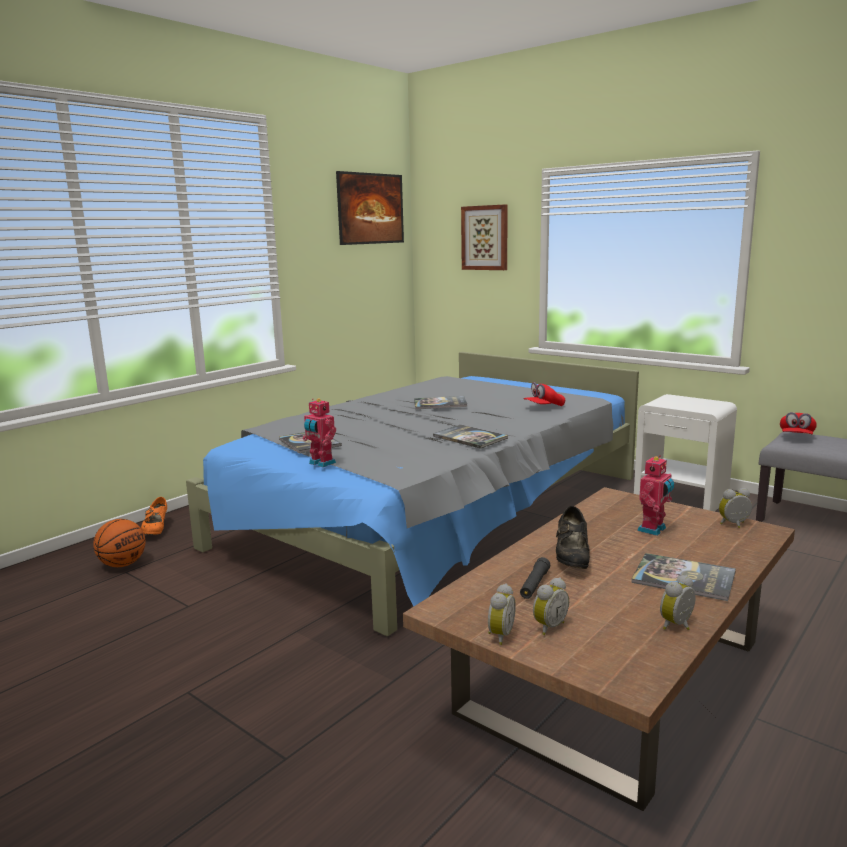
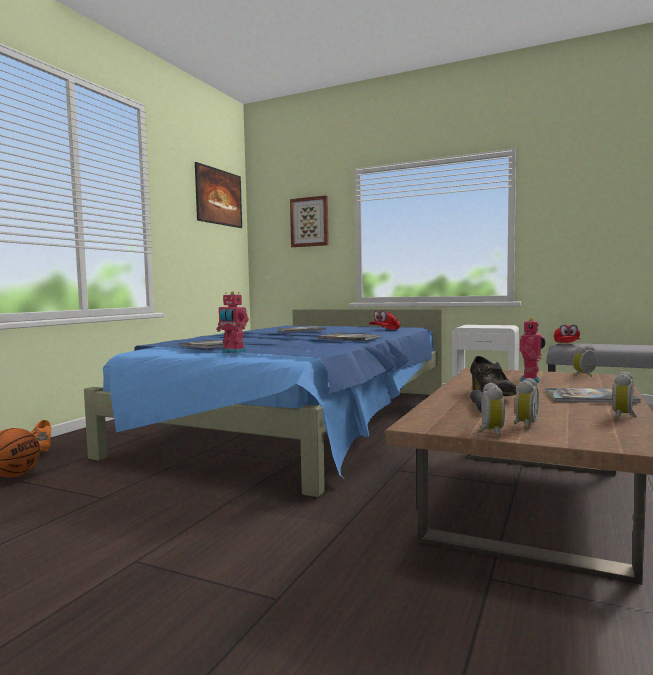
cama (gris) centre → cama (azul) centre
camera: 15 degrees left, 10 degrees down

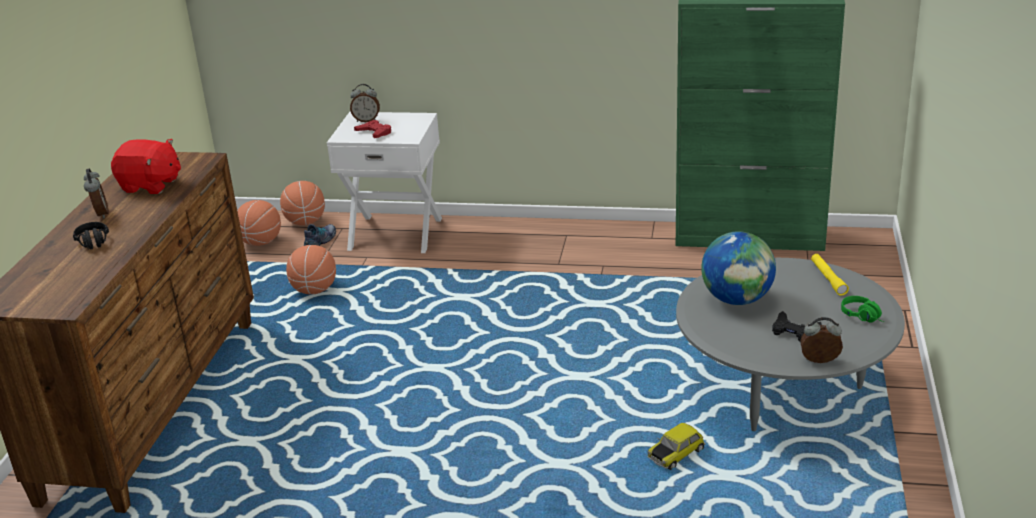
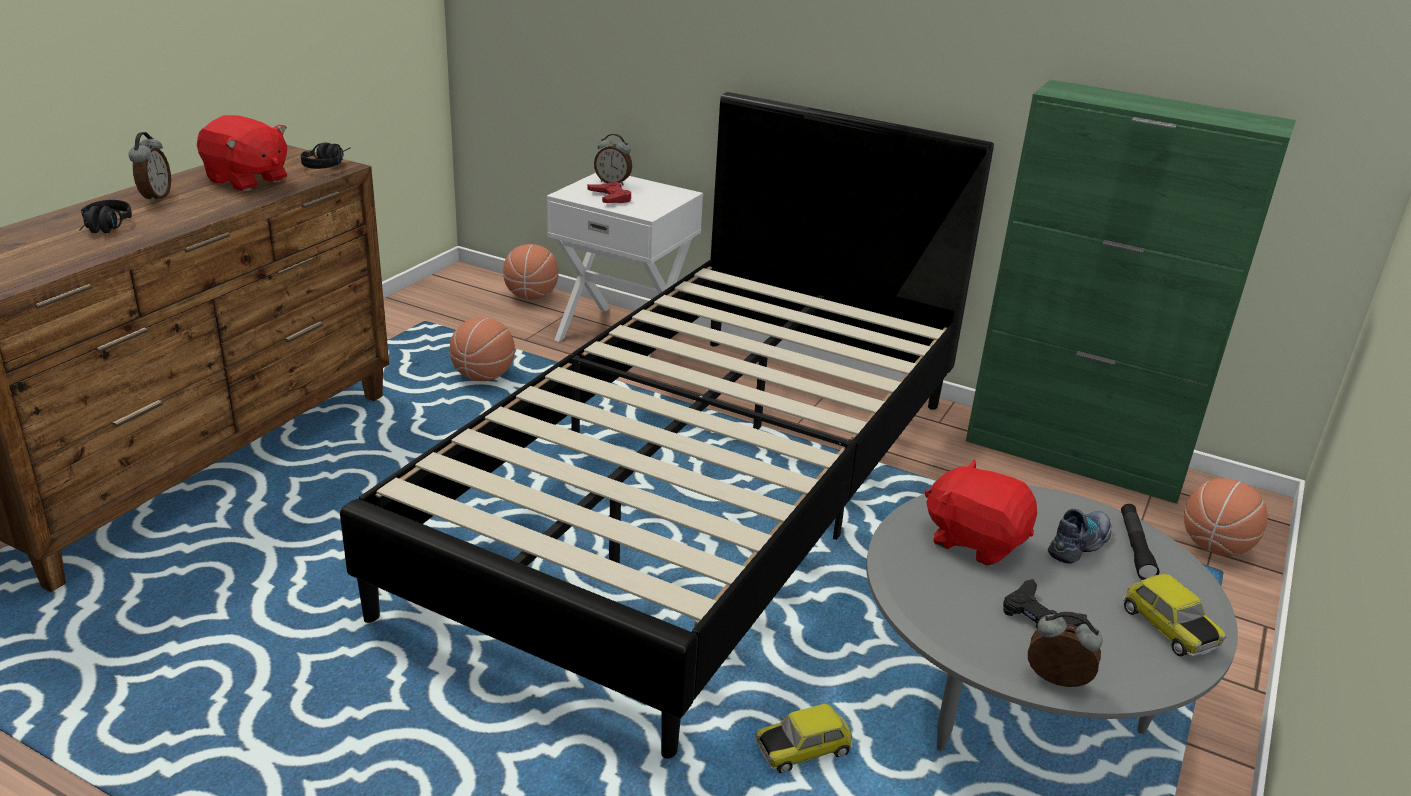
- → auriculares (negro) (2nd from left) top left
- → cama (negro) centre
balón de baloncesto (1st from left in the first image) middle left → balón de baloncesto (3rd from left) middle right, move
zapato middle left → zapato bottom right, move
globo terráqueo middle right → peluche (rojo) (2nd from left) middle right
auriculares (verde) middle right → coche de juguete (2nd from left) bottom right
linterna (amarillo) middle right → linterna (negro) bottom right
camera: 15 degrees right, 0 degrees up

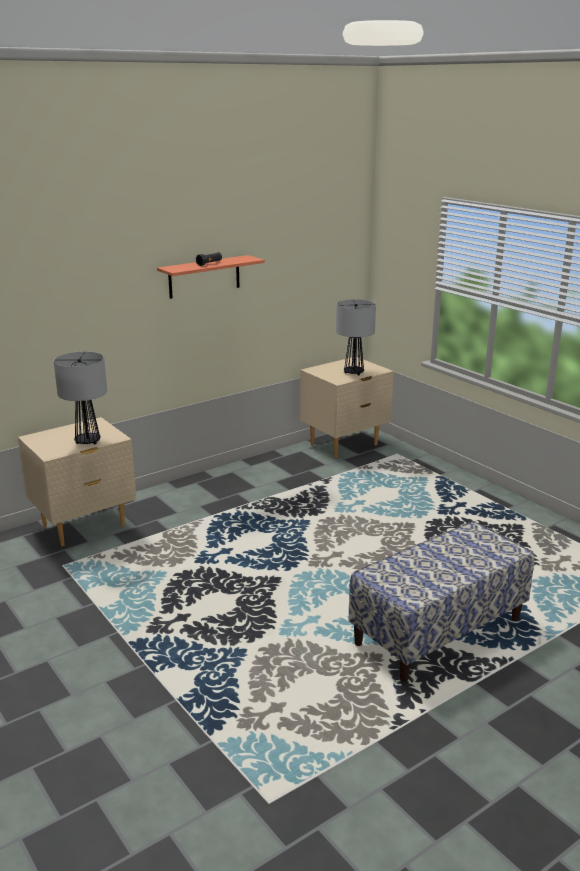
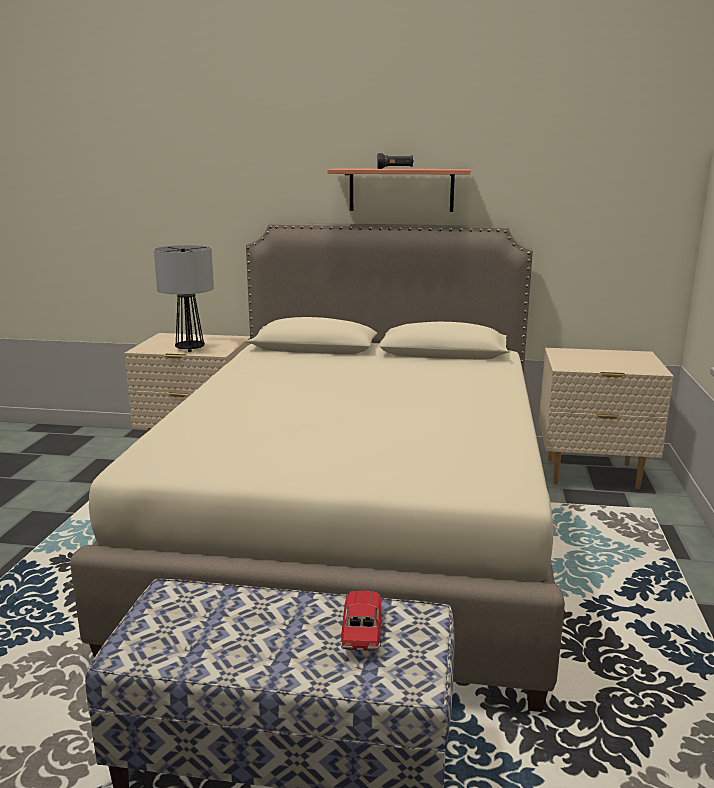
lámpara de mesa (2nd from left) centre → -
- → cama (beis) centre
- → coche de juguete bottom centre
camera: 45 degrees right, 5 degrees down

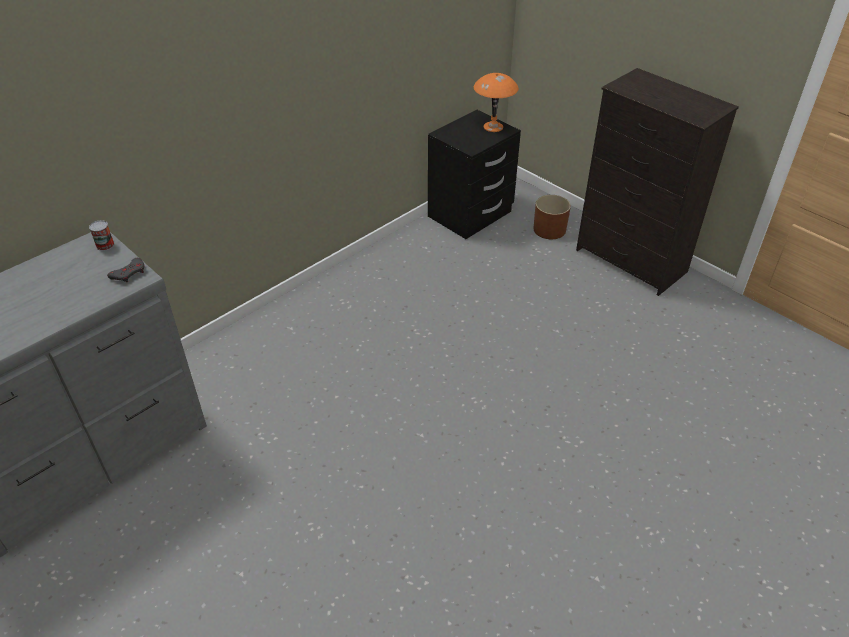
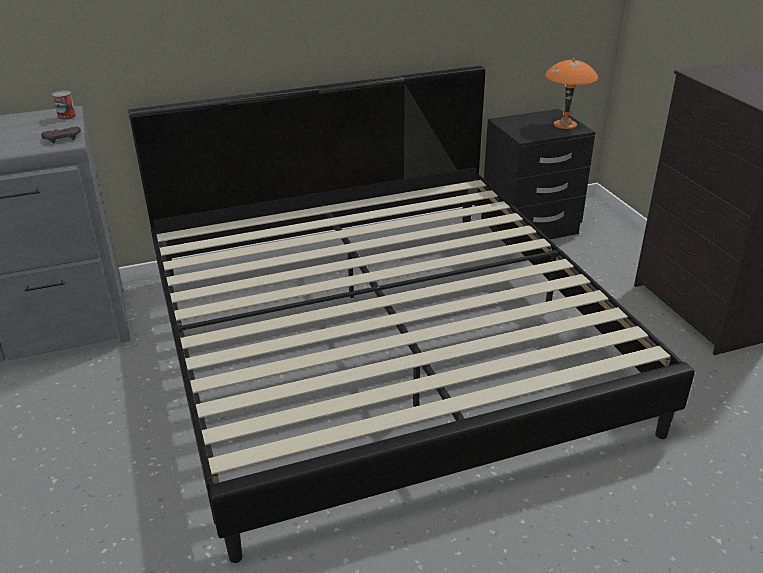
maceta (marrón) centre → -
- → cama centre
camera: 25 degrees right, 10 degrees down

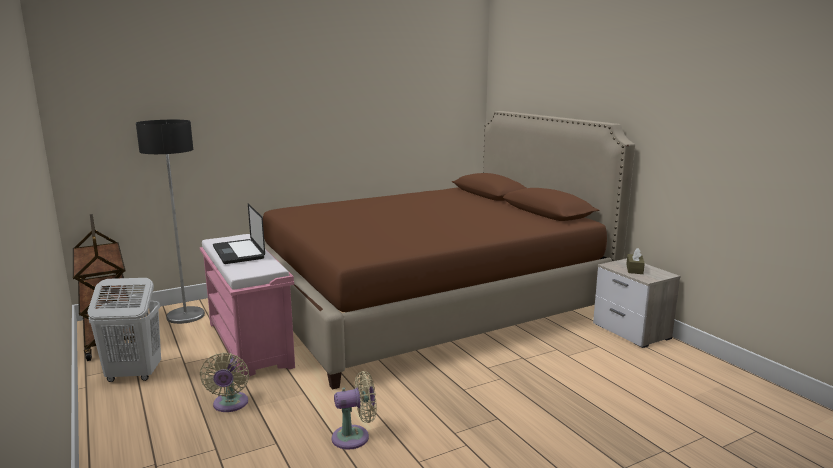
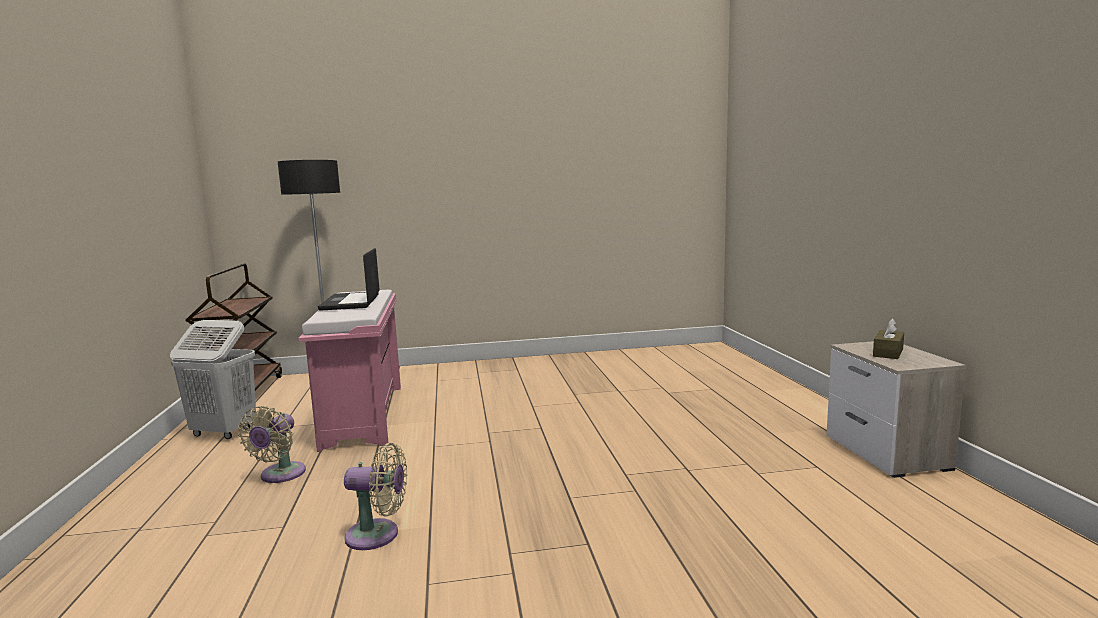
cama (marrón) centre → -
camera: 20 degrees right, 5 degrees down

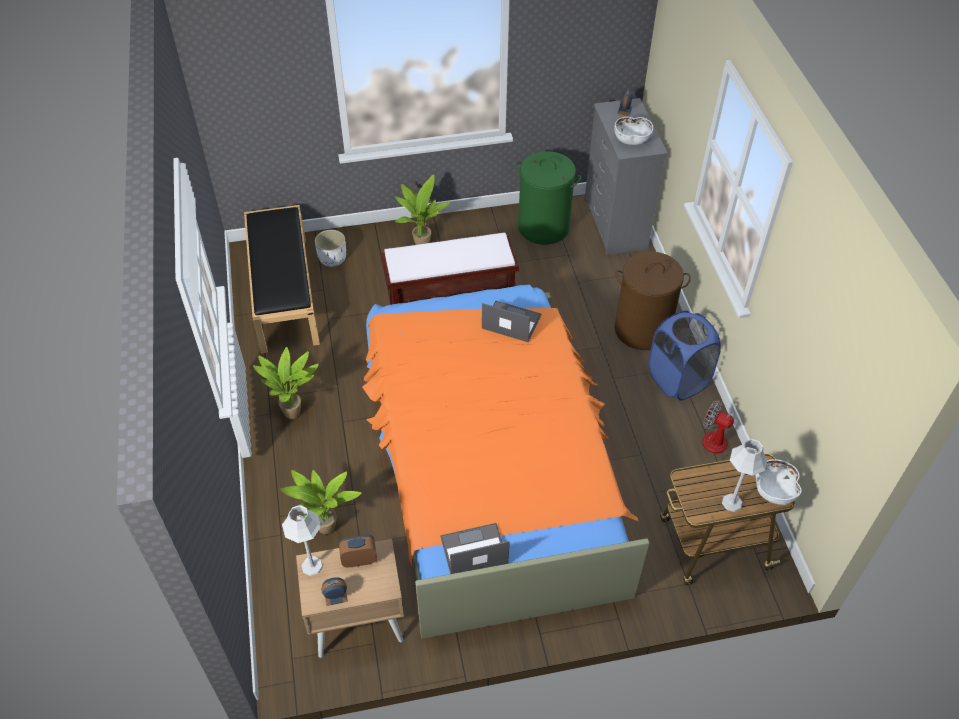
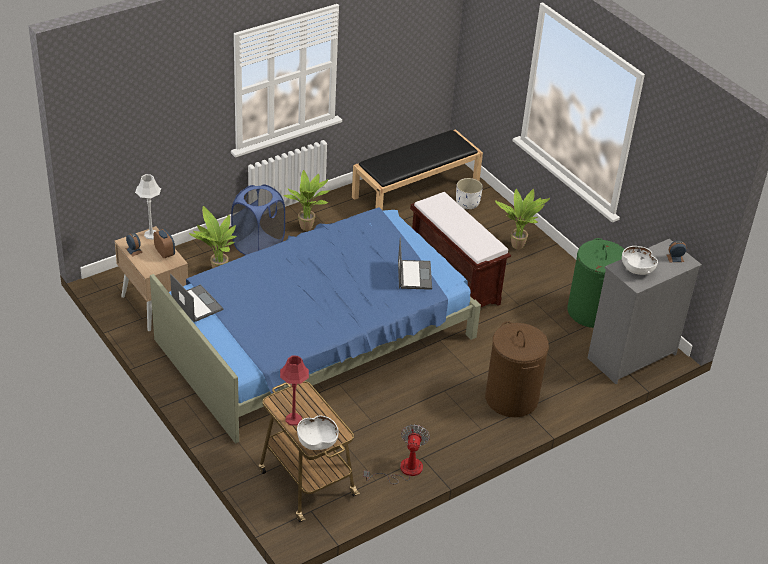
cesto de la ropa (azul) middle right → cesto de la ropa (azul) centre, move
cama (naranja) centre → cama (azul) centre
lámpara de mesa (gris) (2nd from left) middle right → lámpara de mesa (rojo) bottom centre
camera: 65 degrees right, 10 degrees down

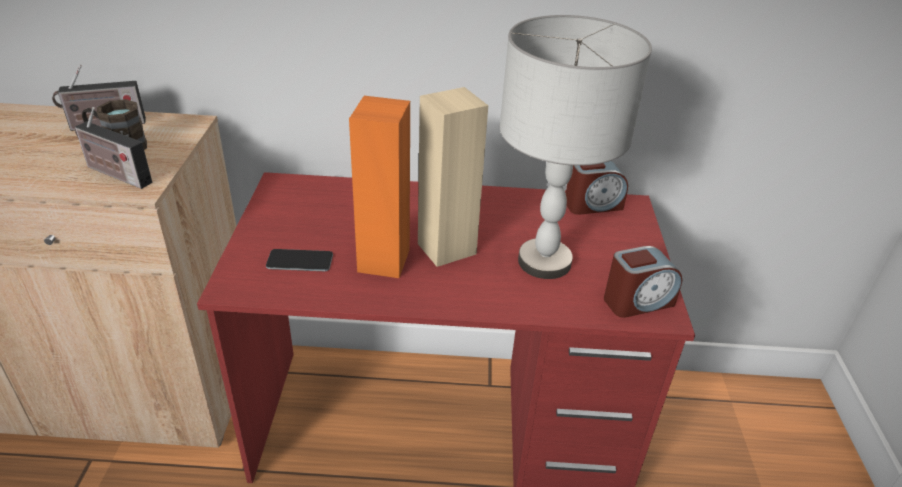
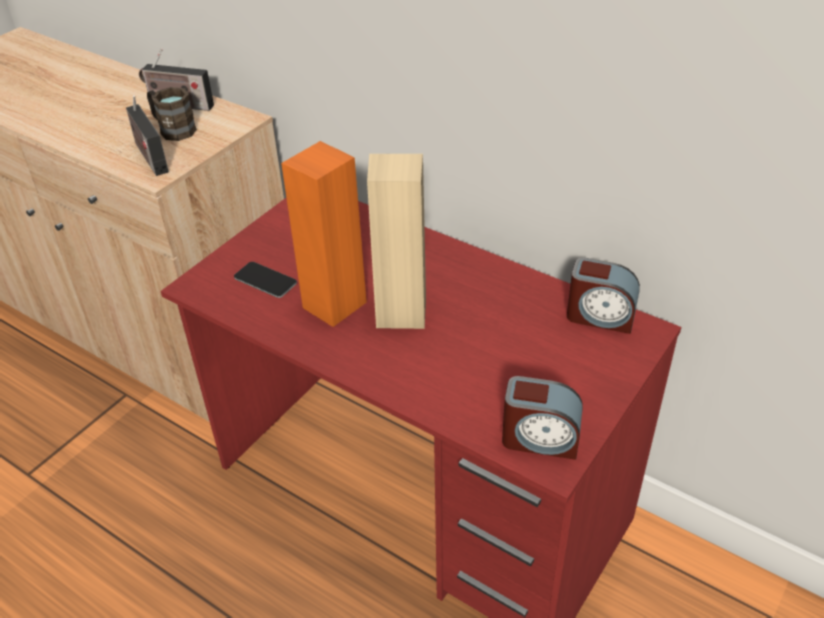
lámpara de mesa (gris) top centre → -
camera: 35 degrees right, 5 degrees up

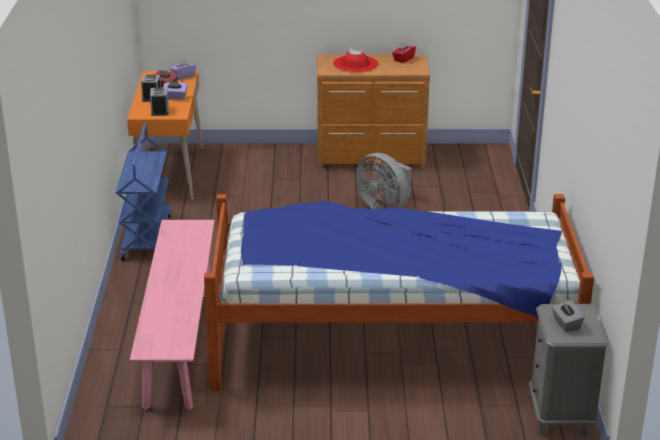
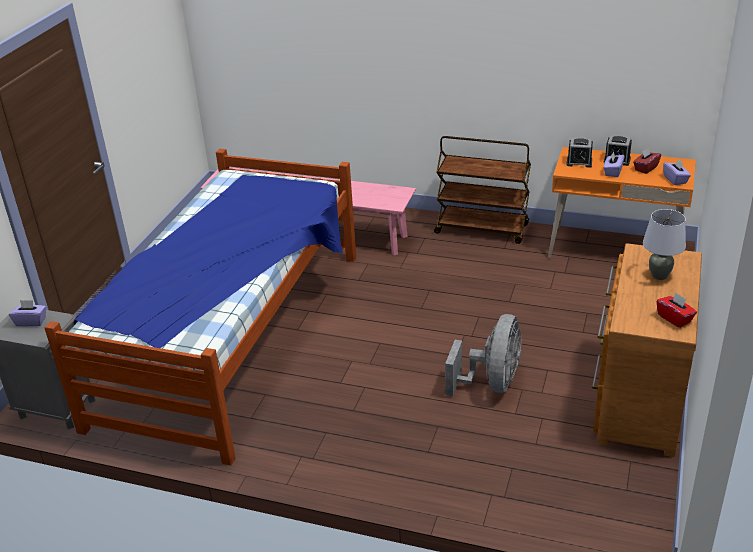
sombrero (rojo) top centre → lámpara de mesa (gris) middle right
carrito (azul) middle left → carrito (marrón) centre
caja de pañuelos (gris) bottom right → caja de pañuelos (morado) (1st from left) middle left
ventilador (gris) centre, 135 degrees clockwise
camera: 110 degrees right, 5 degrees up

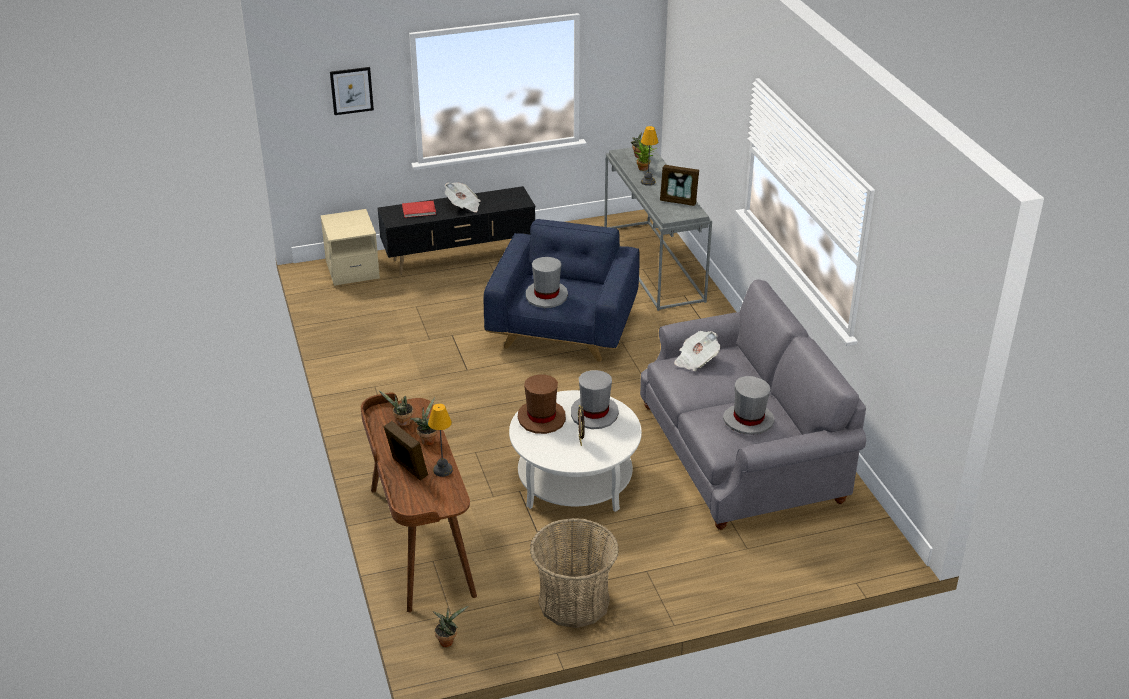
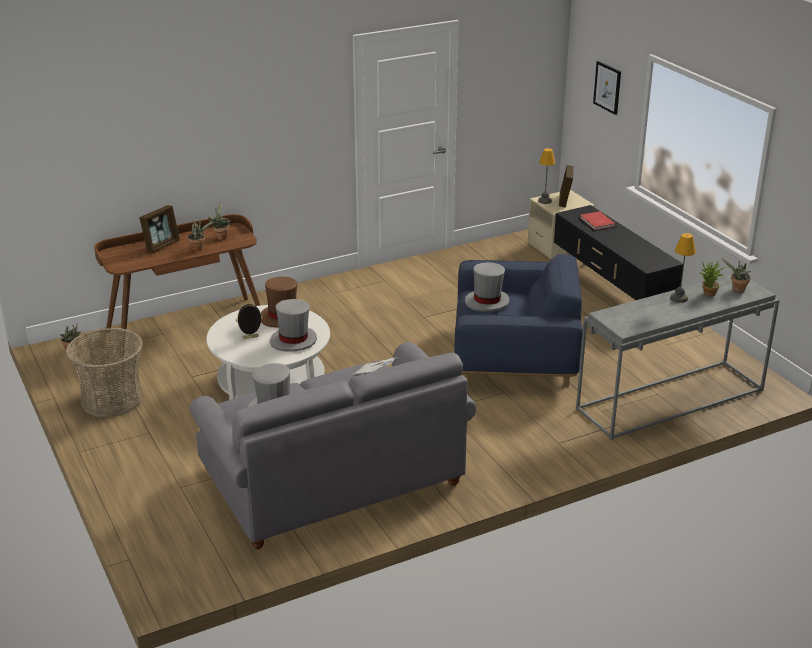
periódico (1st from left) top centre → -
lámpara de mesa (1st from left) centre → lámpara de mesa (1st from left) top right, move
portarretratos (3rd from left) top centre → portarretratos (3rd from left) top right, move
camera: 80 degrees right, 5 degrees down

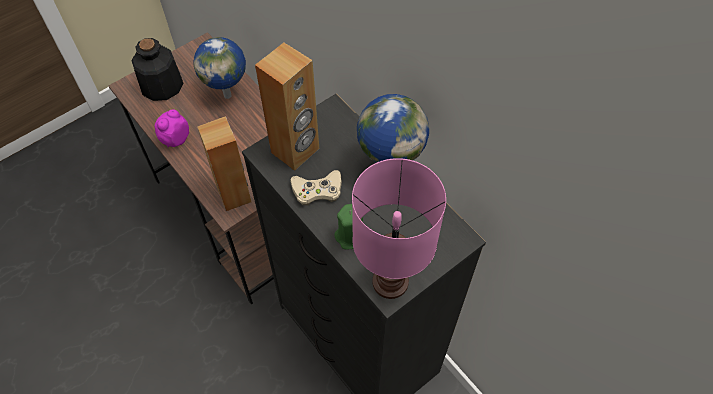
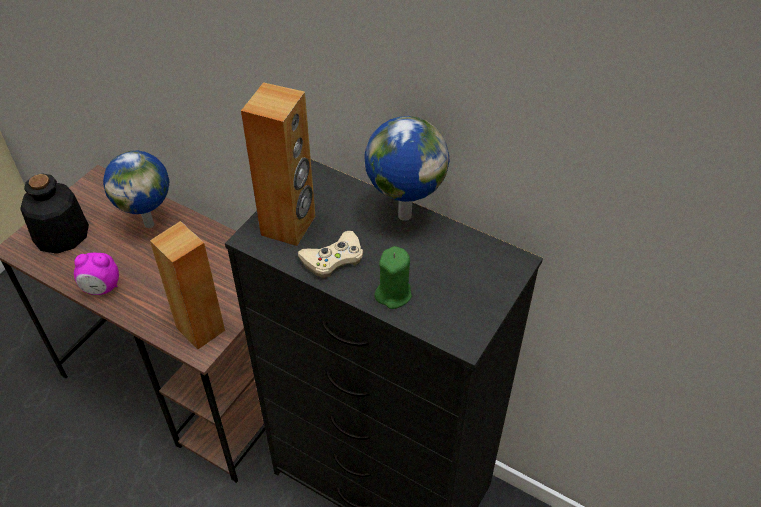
lámpara de mesa (rosa) centre → -
despertador top left → despertador middle left, 105 degrees counterclockwise
camera: 20 degrees left, 10 degrees down

